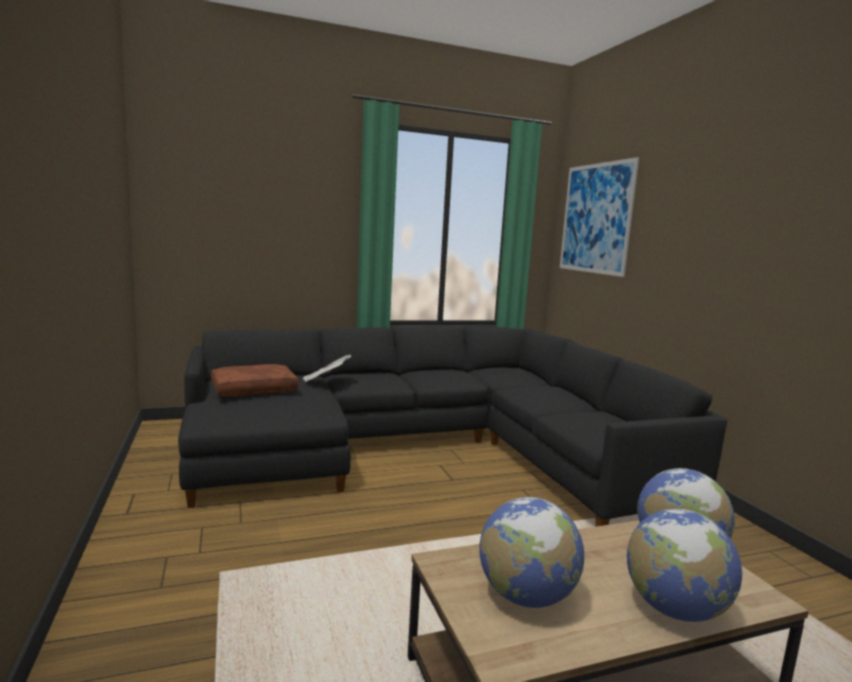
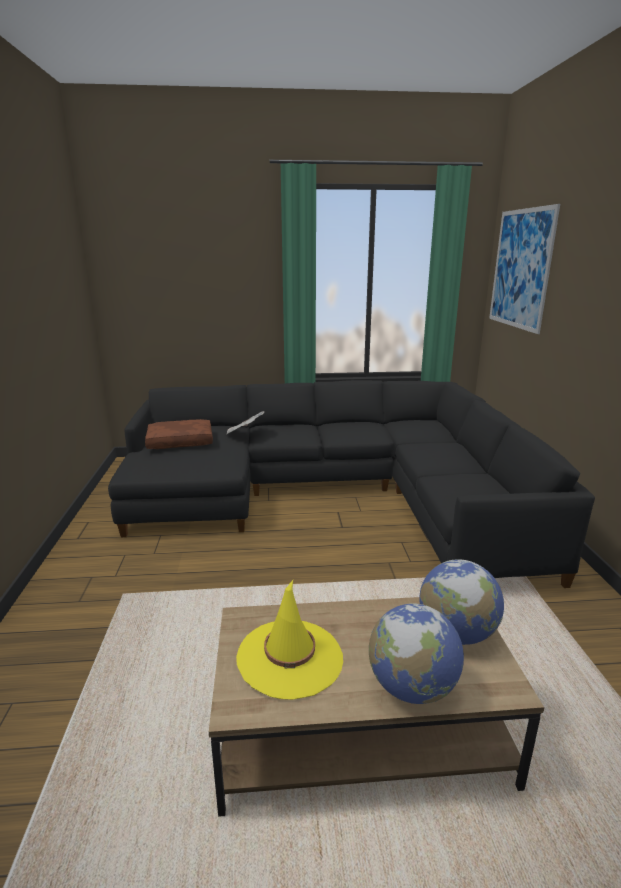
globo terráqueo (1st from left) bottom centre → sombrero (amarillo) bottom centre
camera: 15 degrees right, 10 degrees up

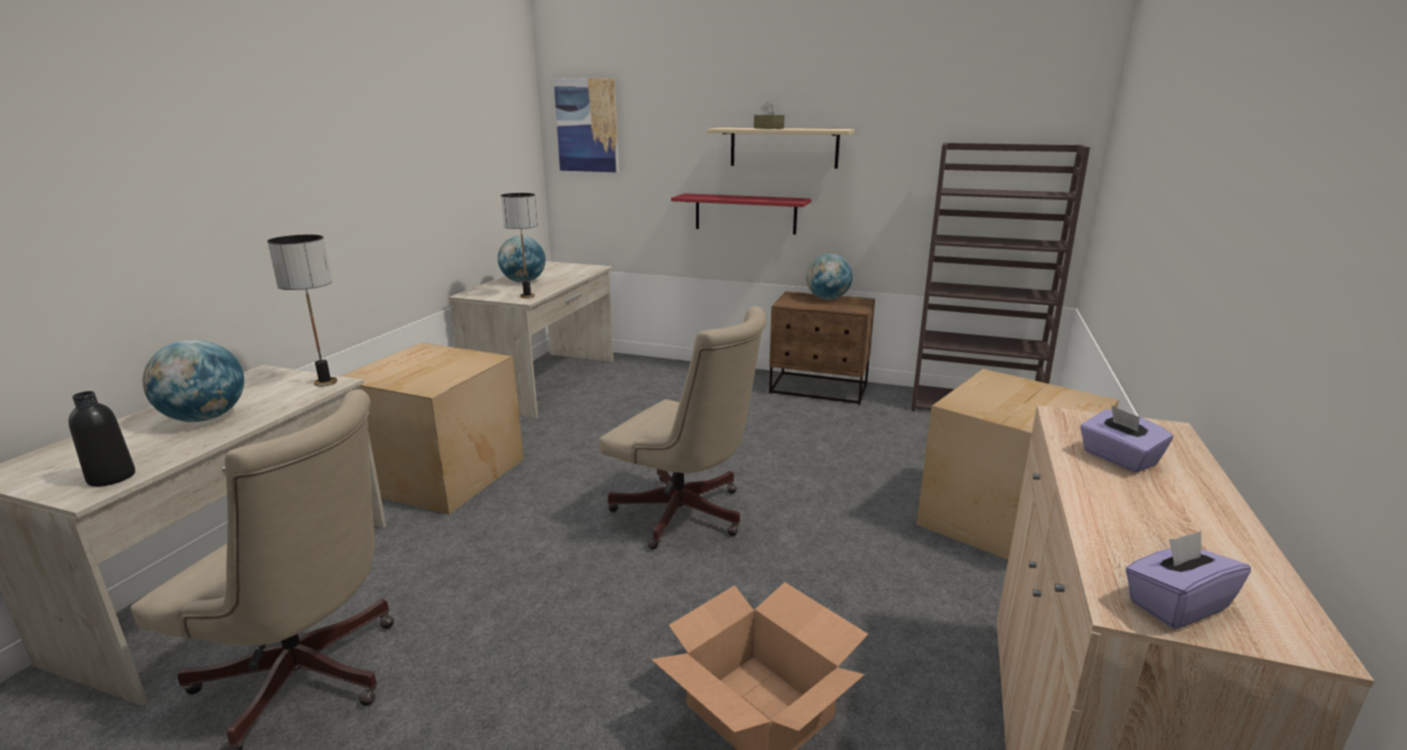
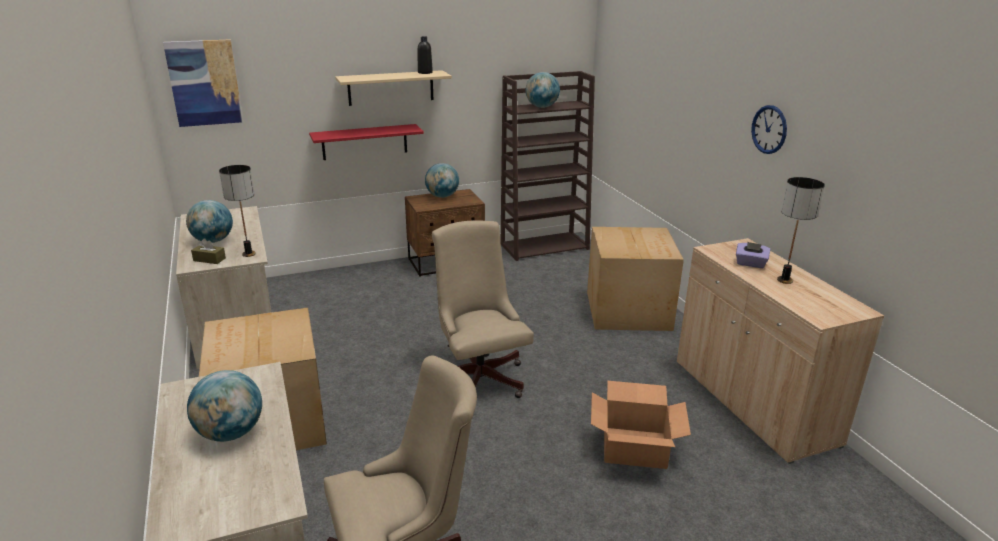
caja de pañuelos (morado) (2nd from left) bottom right → -
- → globo terráqueo (4th from left) top centre
- → reloj de pared top right
botella (negro) middle left → botella (negro) top centre, move
lámpara de mesa (1st from left in the first image) middle left → lámpara de mesa (2nd from left) middle right, move
caja de pañuelos (marrón) top centre → caja de pañuelos (marrón) middle left, move
silla de oficina (beis) (2nd from left) centre, 105 degrees counterclockwise
camera: 40 degrees left, 5 degrees up

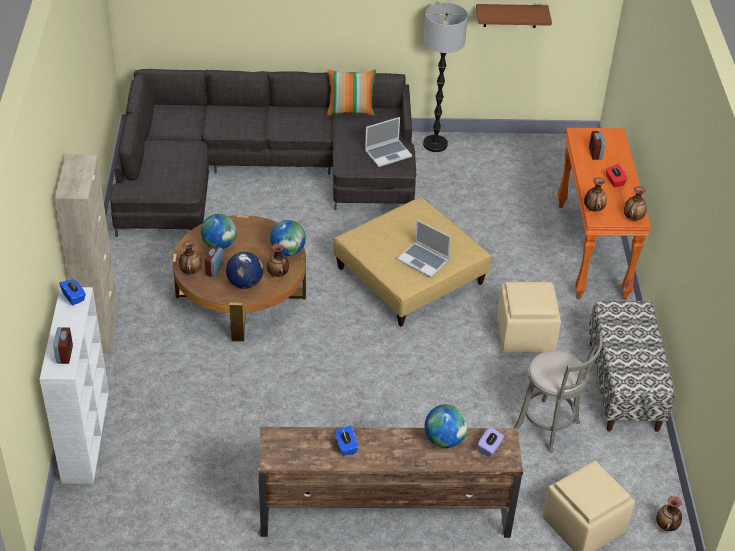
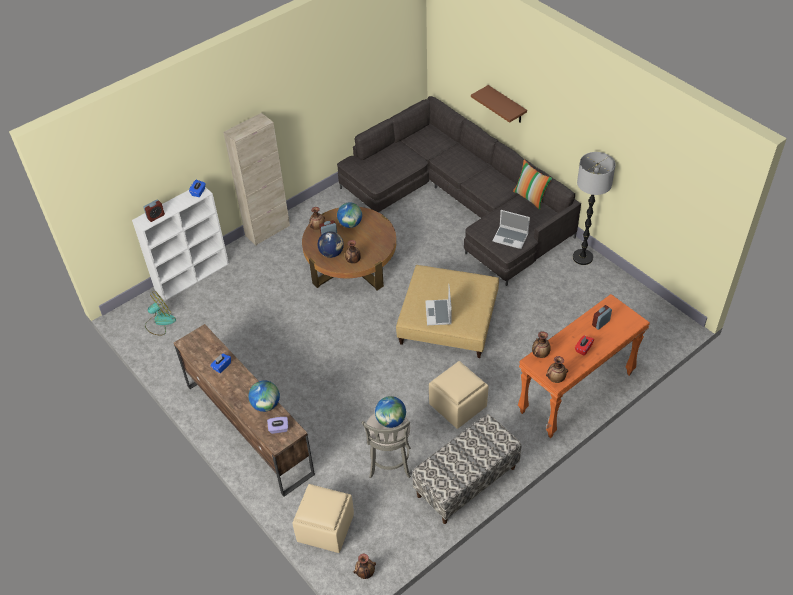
- → ventilador middle left
globo terráqueo (3rd from left in the first image) centre → globo terráqueo (4th from left) bottom centre, move
estante (marrón) top right → estante (marrón) top centre, move
camera: 55 degrees right, 5 degrees up

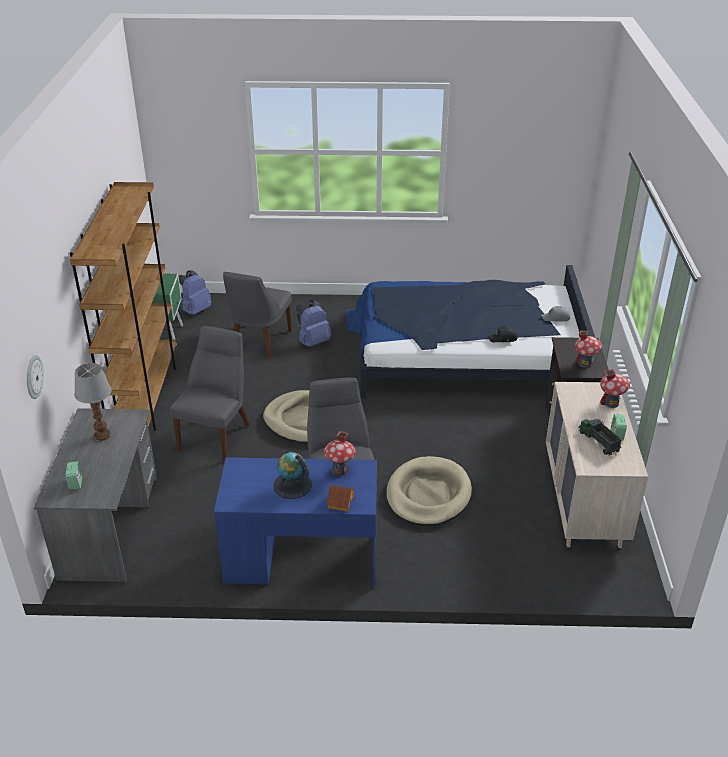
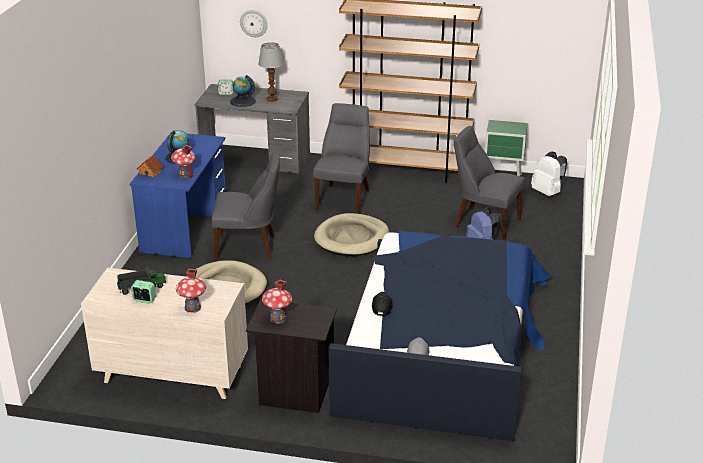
- → globo terráqueo (2nd from left) top centre
mochila (azul) (1st from left) middle left → mochila (blanco) middle right
silla (gris) (1st from left in the first image) middle left → silla (gris) (2nd from left) centre, 105 degrees counterclockwise
camera: 100 degrees right, 5 degrees down

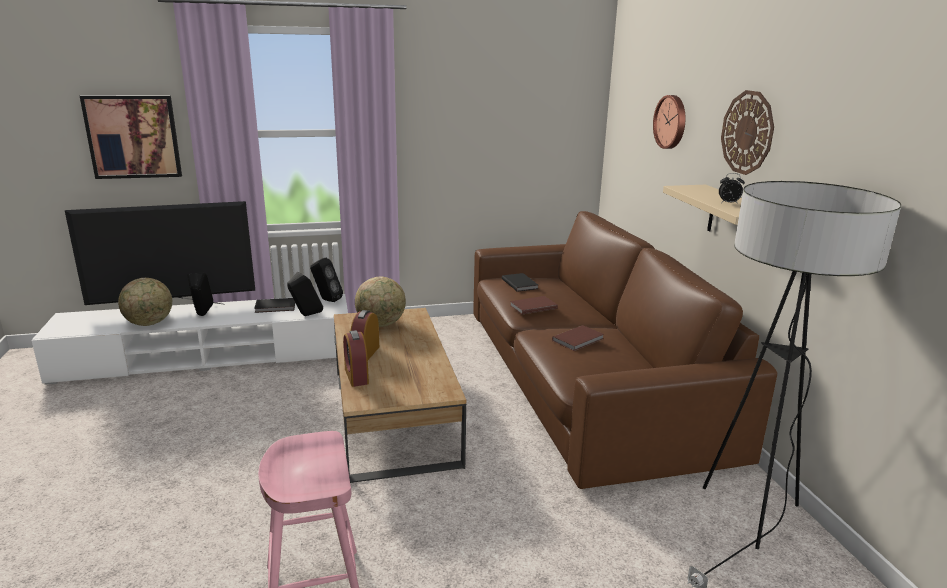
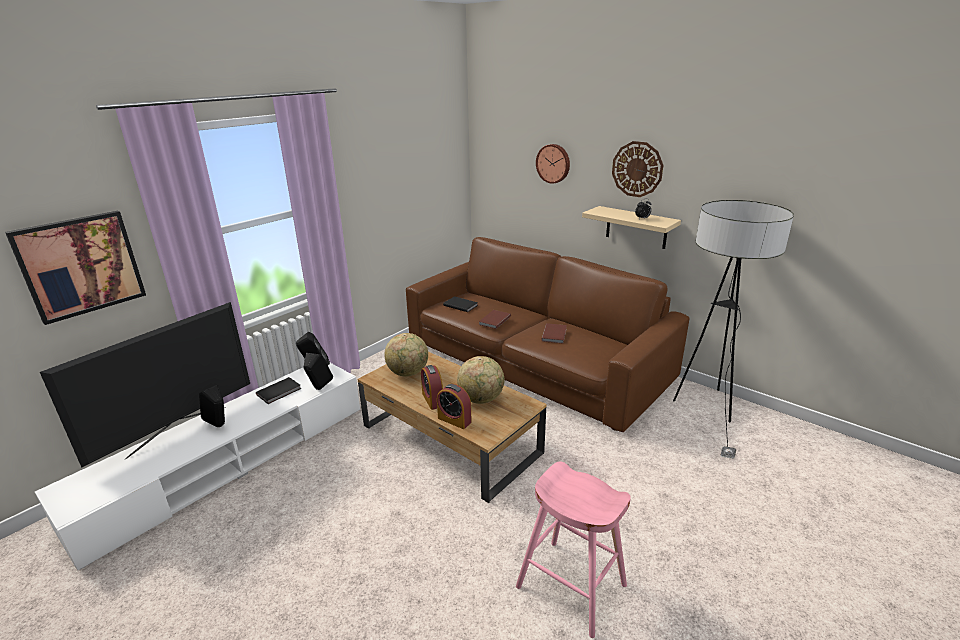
globo terráqueo (1st from left in the first image) middle left → globo terráqueo (2nd from left) centre, move
camera: 35 degrees left, 5 degrees up

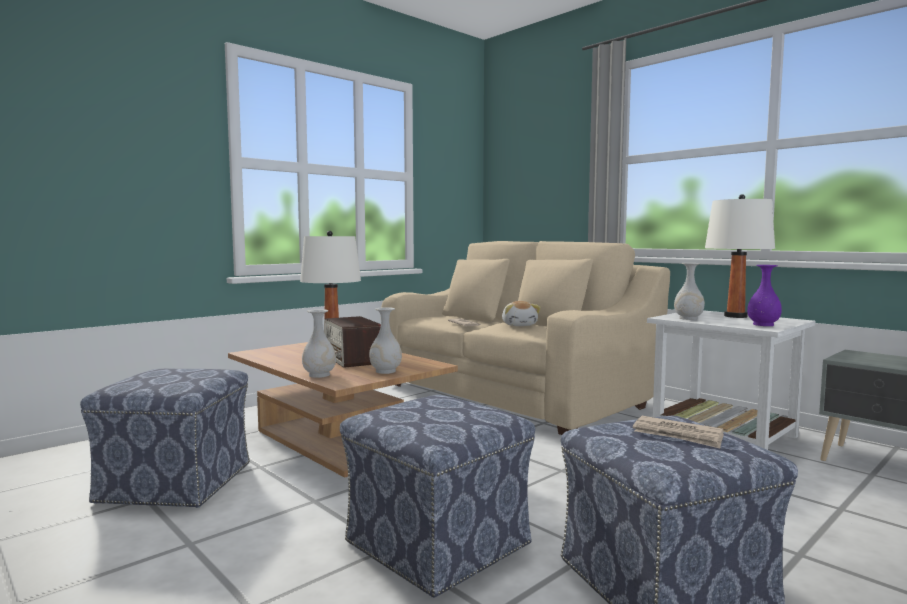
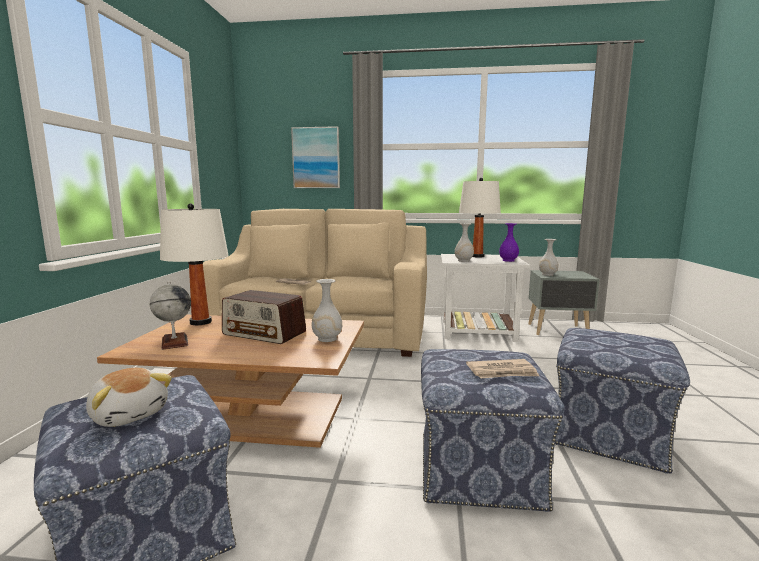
- → globo terráqueo middle left
- → cuadro top centre
florero (blanco) (1st from left in the first image) centre → florero (blanco) (3rd from left) middle right, move
peluche centre → peluche bottom left, move
periódico (2nd from left) bottom right → periódico (2nd from left) centre, move
camera: 40 degrees left, 5 degrees up

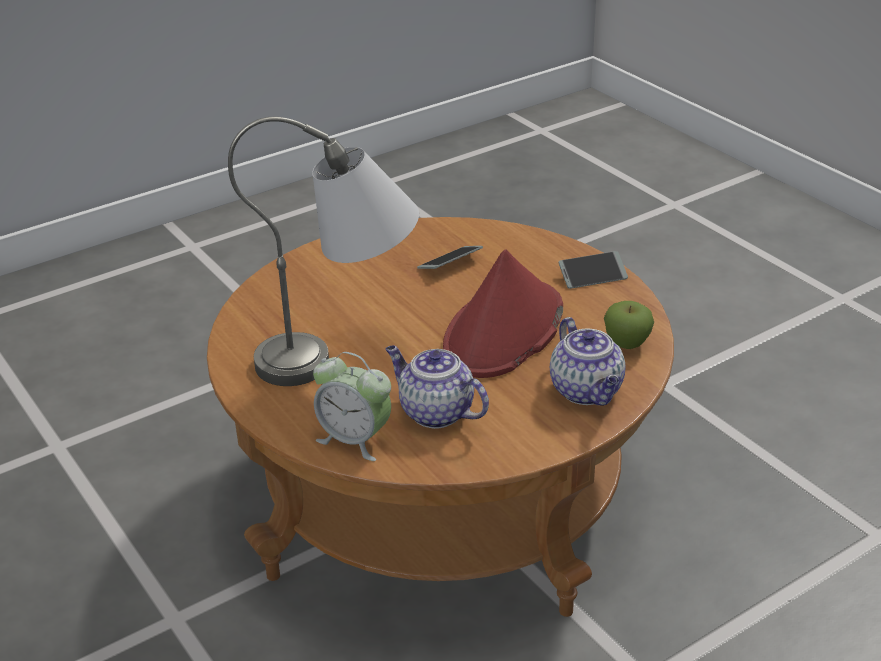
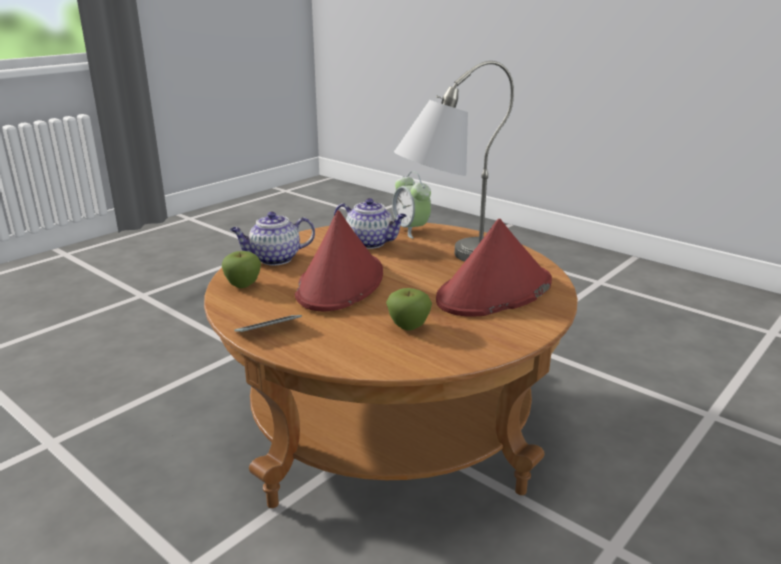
- → sombrero (rojo) (2nd from left) centre
móvil (1st from left) centre → manzana (2nd from left) centre
despertador centre, 135 degrees counterclockwise
tetera (2nd from left in the first image) middle right → tetera (1st from left) centre, 75 degrees counterclockwise
camera: 165 degrees right, 10 degrees down

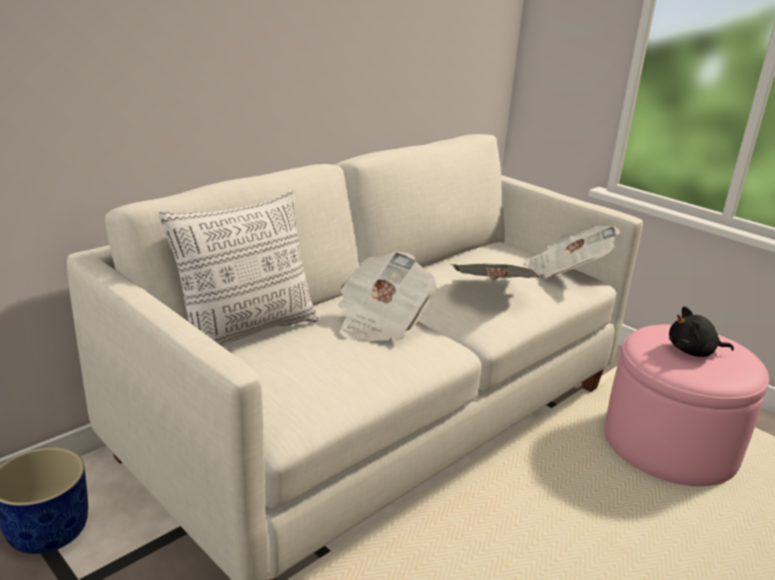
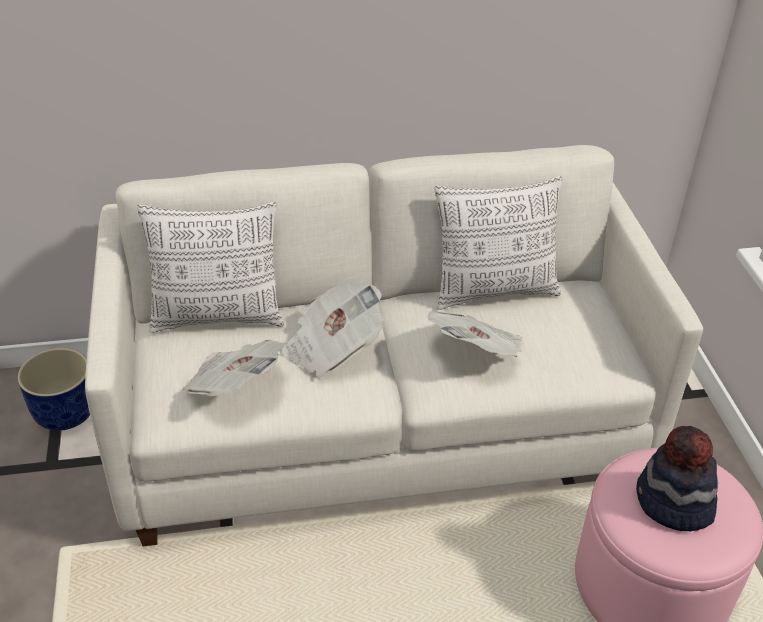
- → cojín (2nd from left) centre
periódico (3rd from left in the first image) middle right → periódico (1st from left) middle left, move
peluche (negro) middle right → sombrero bottom right
camera: 35 degrees right, 15 degrees up

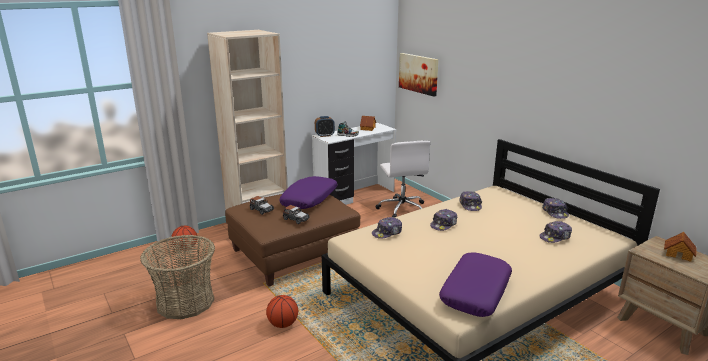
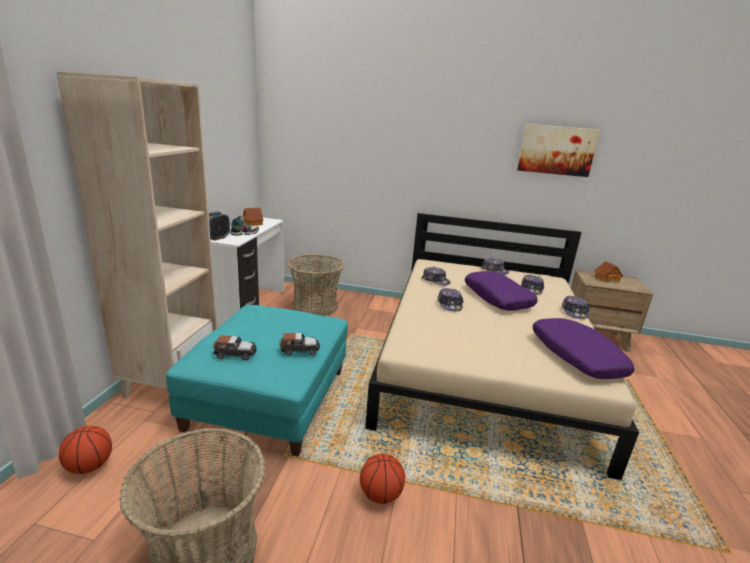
cojín (morado) (1st from left) centre → cojín (morado) (1st from left) middle right, move
gorra (1st from left in the first image) centre → gorra (5th from left) middle right, move
cuadro top centre → cuadro top right, move
silla de oficina (blanco) centre → cesta (2nd from left) centre
puf (marrón) centre → puf (turquesa) bottom centre
camera: 45 degrees left, 0 degrees up

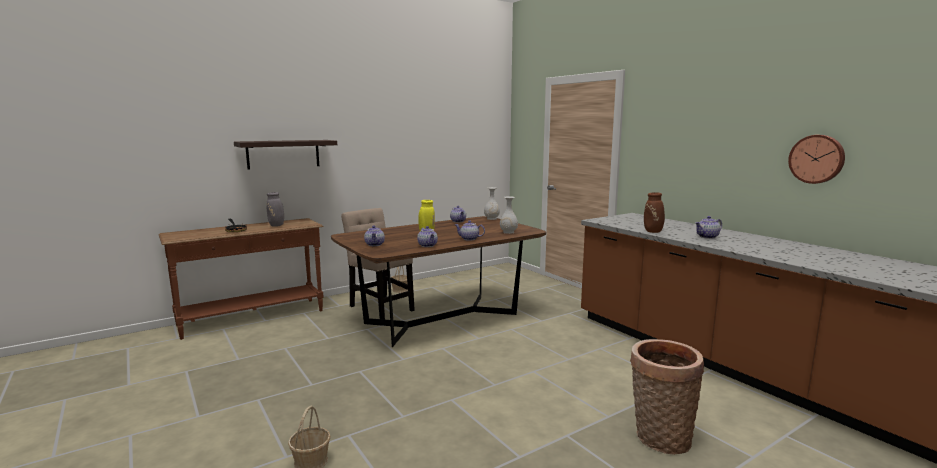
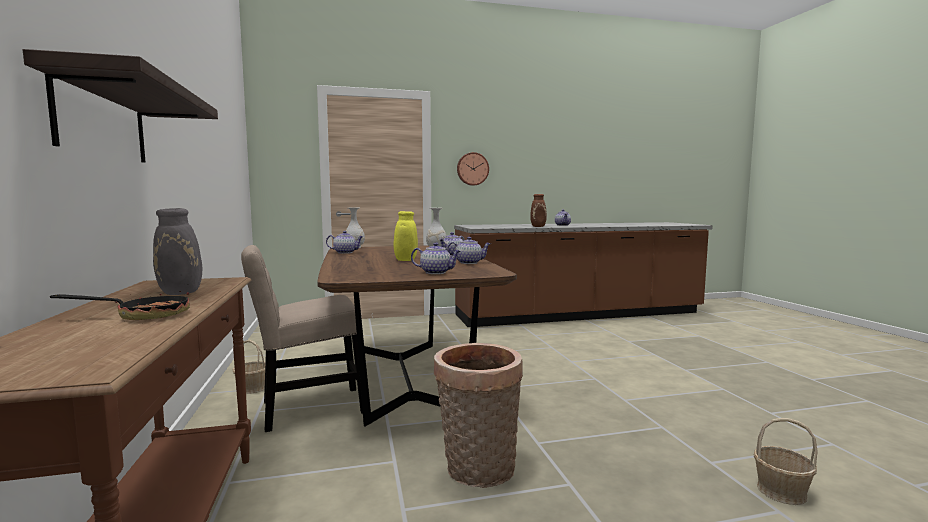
cesta (3rd from left in the first image) bottom right → cesta (2nd from left) bottom centre, move
reloj de pared middle right → reloj de pared top centre, move
camera: 70 degrees left, 5 degrees down

